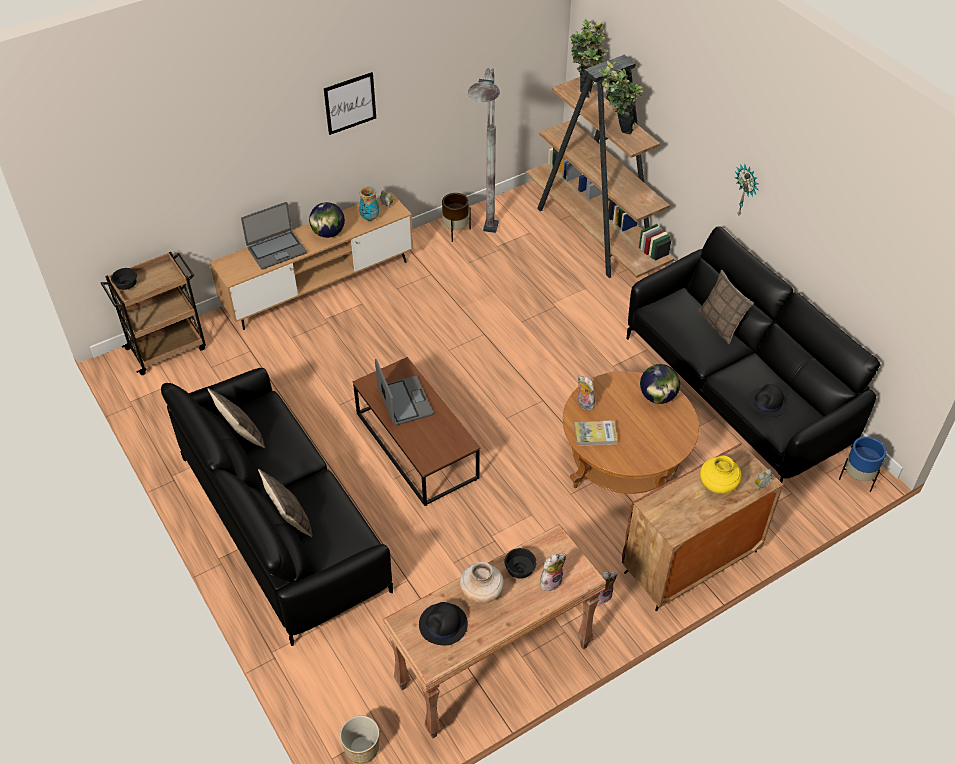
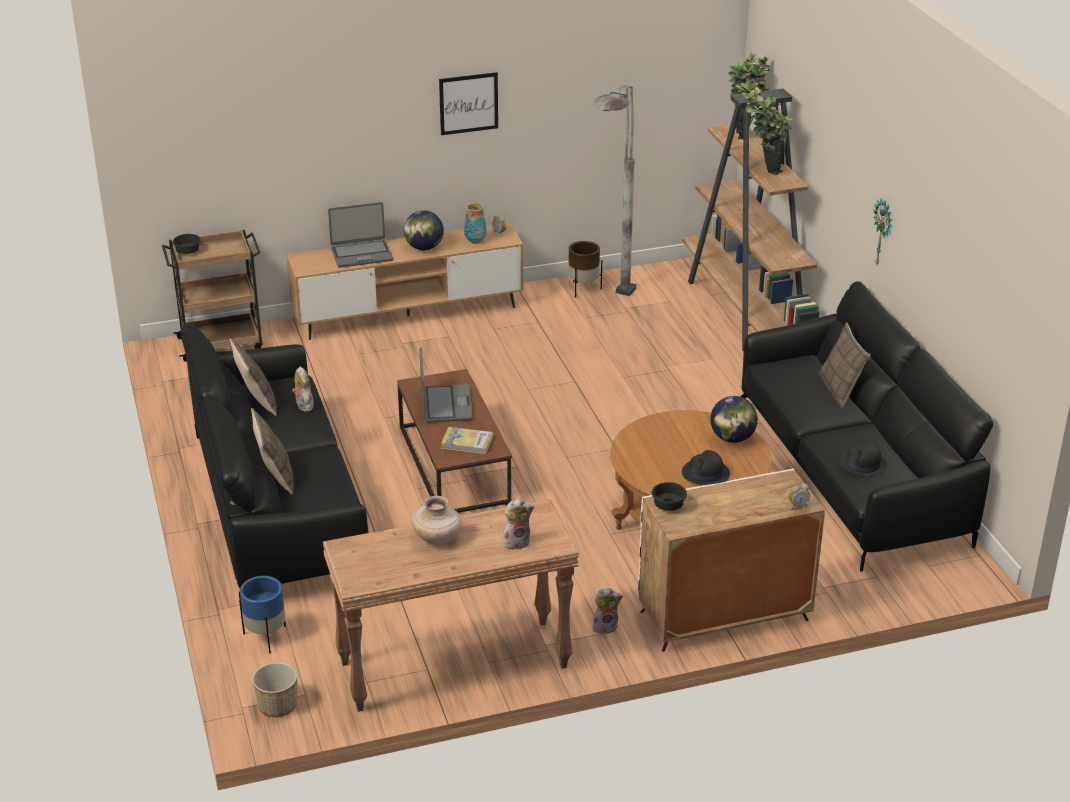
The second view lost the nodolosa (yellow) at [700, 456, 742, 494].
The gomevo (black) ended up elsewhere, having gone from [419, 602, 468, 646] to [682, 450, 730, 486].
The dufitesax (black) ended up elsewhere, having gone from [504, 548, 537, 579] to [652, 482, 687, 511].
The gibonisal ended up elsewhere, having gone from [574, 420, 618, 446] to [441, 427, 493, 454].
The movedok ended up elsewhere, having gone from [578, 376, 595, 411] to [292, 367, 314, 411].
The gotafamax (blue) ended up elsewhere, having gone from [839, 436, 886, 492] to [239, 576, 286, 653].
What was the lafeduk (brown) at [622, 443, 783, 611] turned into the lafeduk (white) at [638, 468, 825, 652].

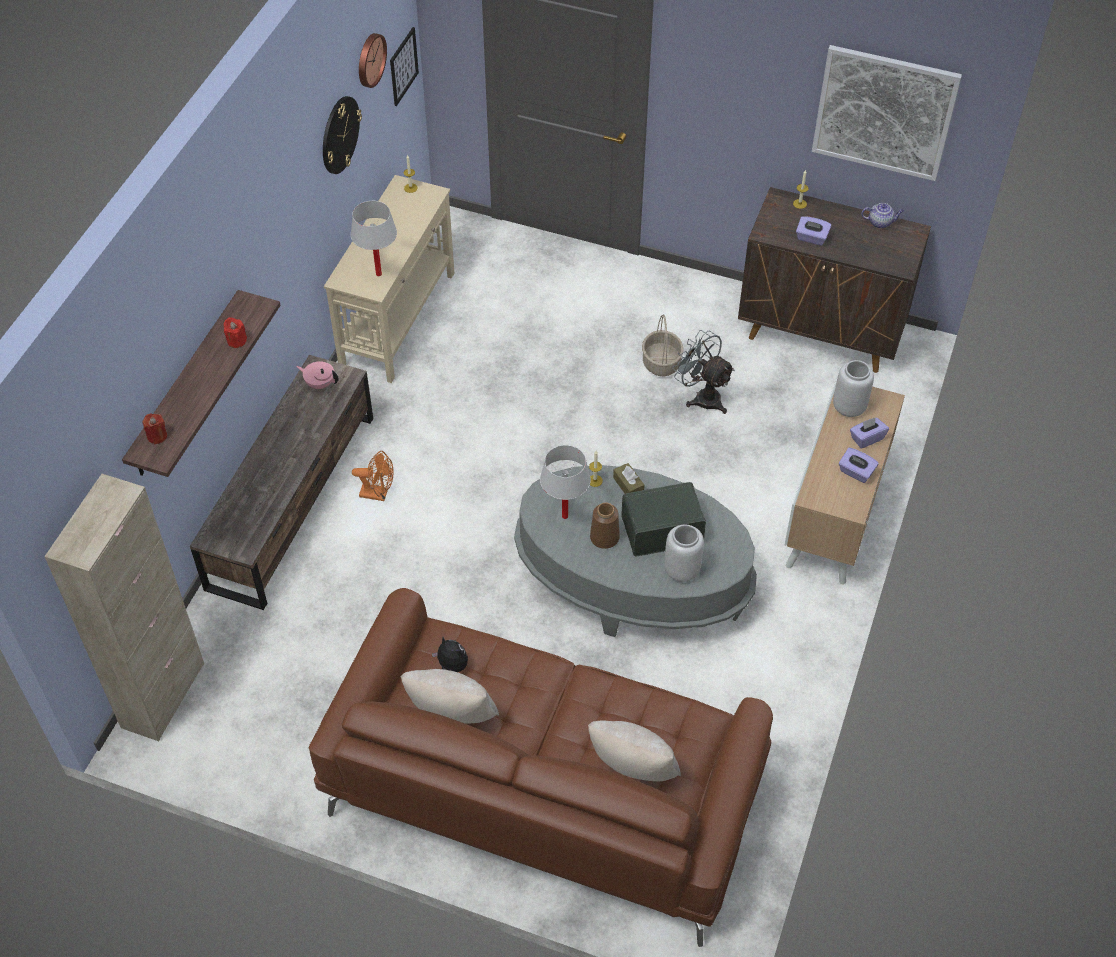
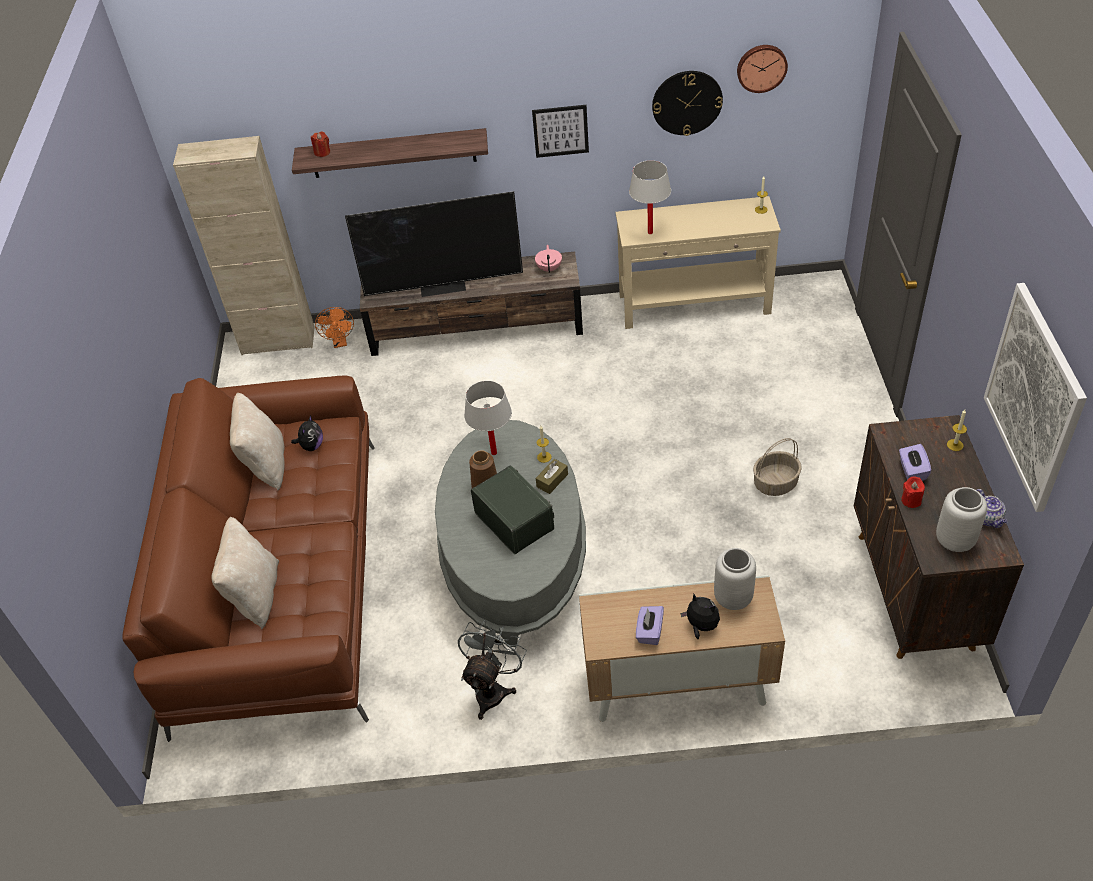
The second view gained the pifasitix at [345, 191, 523, 297].
The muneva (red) ended up elsewhere, having gone from [224, 317, 247, 348] to [901, 477, 925, 508].
The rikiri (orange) ended up elsewhere, having gone from [352, 451, 393, 501] to [315, 307, 354, 348].
The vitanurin ended up elsewhere, having gone from [390, 27, 419, 106] to [532, 105, 589, 158].
The nodolosa (grey) ended up elsewhere, having gone from [664, 525, 704, 582] to [936, 487, 987, 552].
The rikiri (grey) ended up elsewhere, having gone from [672, 330, 735, 414] to [458, 620, 527, 720].
Where the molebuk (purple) stood at [850, 417, 889, 449], the movedok came to stand at [681, 594, 720, 639].

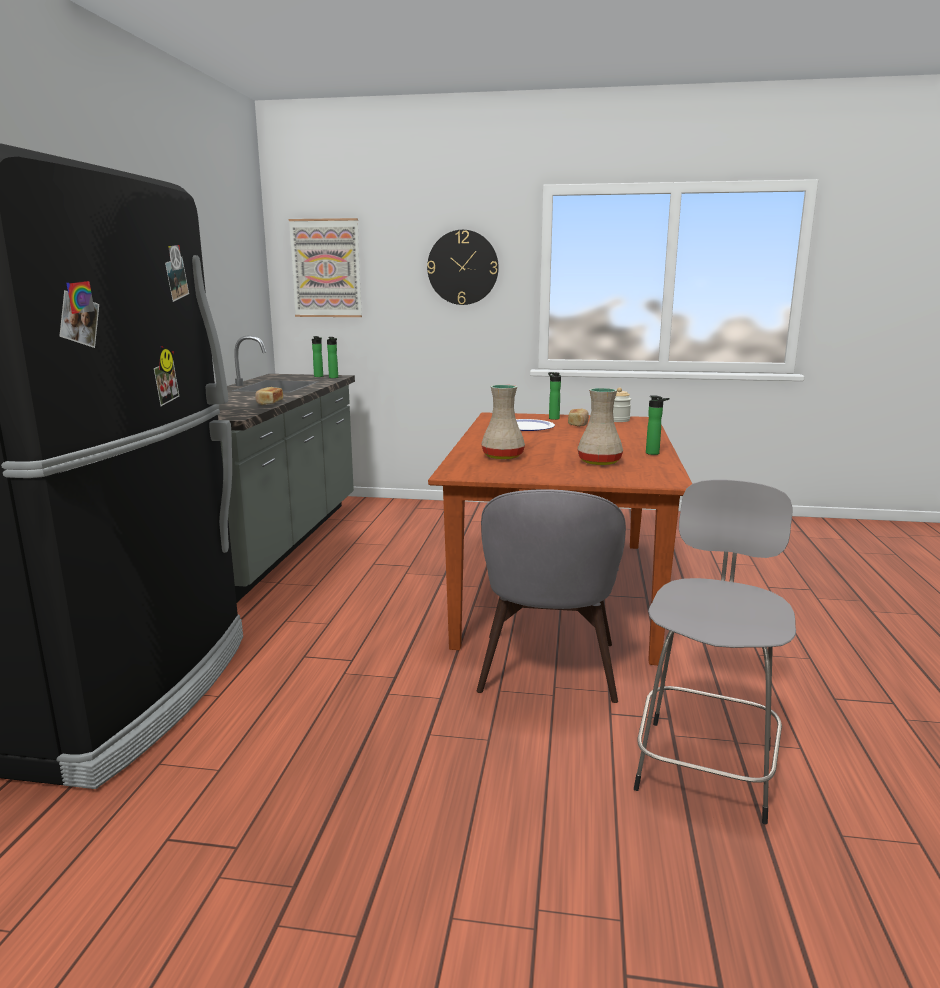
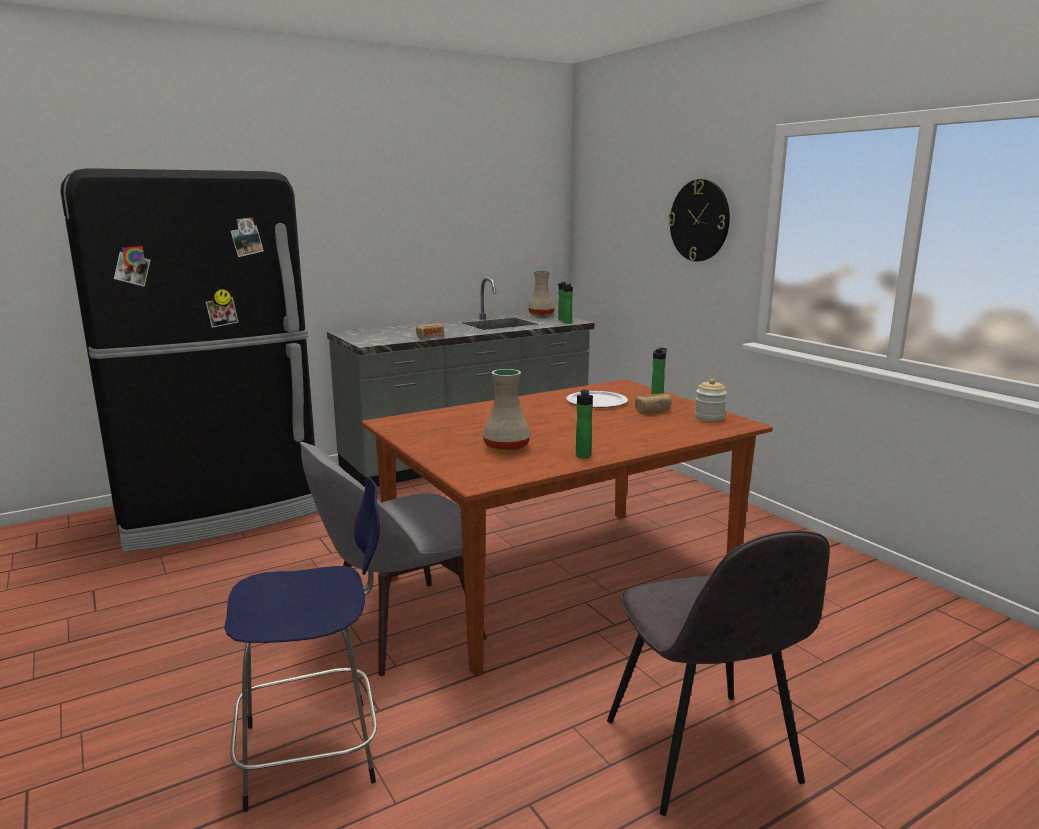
The second view lost the vitanurin at [289, 218, 362, 317].
The second view gained the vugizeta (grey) at [607, 531, 830, 816].
The nodolosa (beige) ended up elsewhere, having gone from [481, 385, 525, 459] to [528, 271, 555, 317].
What was the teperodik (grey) at [634, 480, 796, 824] turned into the teperodik (blue) at [225, 476, 380, 812].

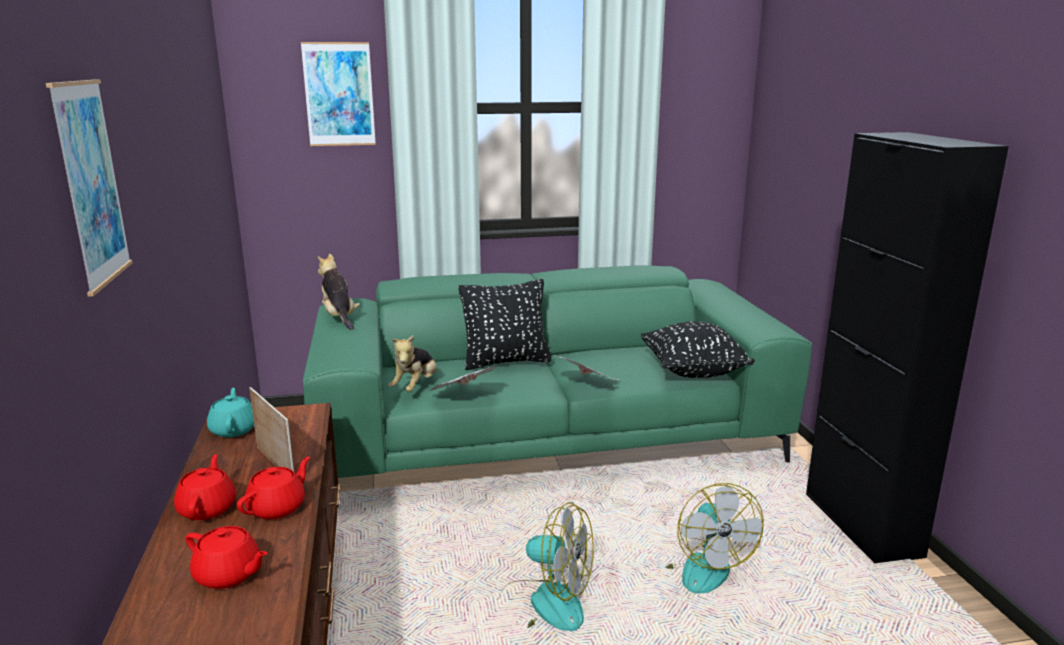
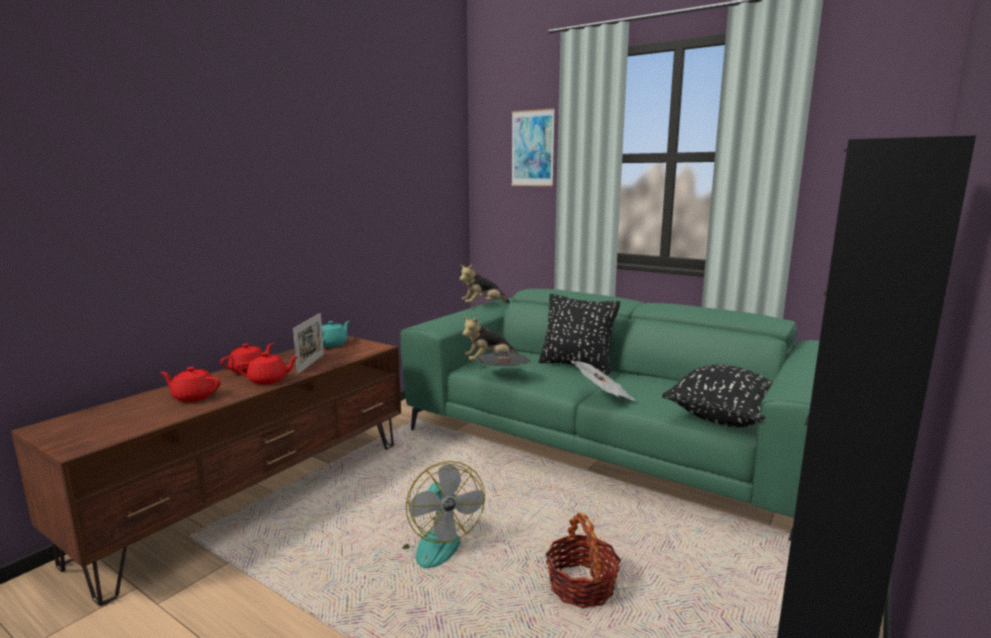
The second view lost the vitanurin at [46, 79, 133, 297].
Where the rikiri stood at [665, 483, 764, 593], the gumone came to stand at [545, 512, 621, 608].
The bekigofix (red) at [185, 526, 268, 589] ended up facing another way, 120 degrees clockwise from before.
The movedok at [318, 254, 360, 330] ended up facing another way, 135 degrees counterclockwise from before.

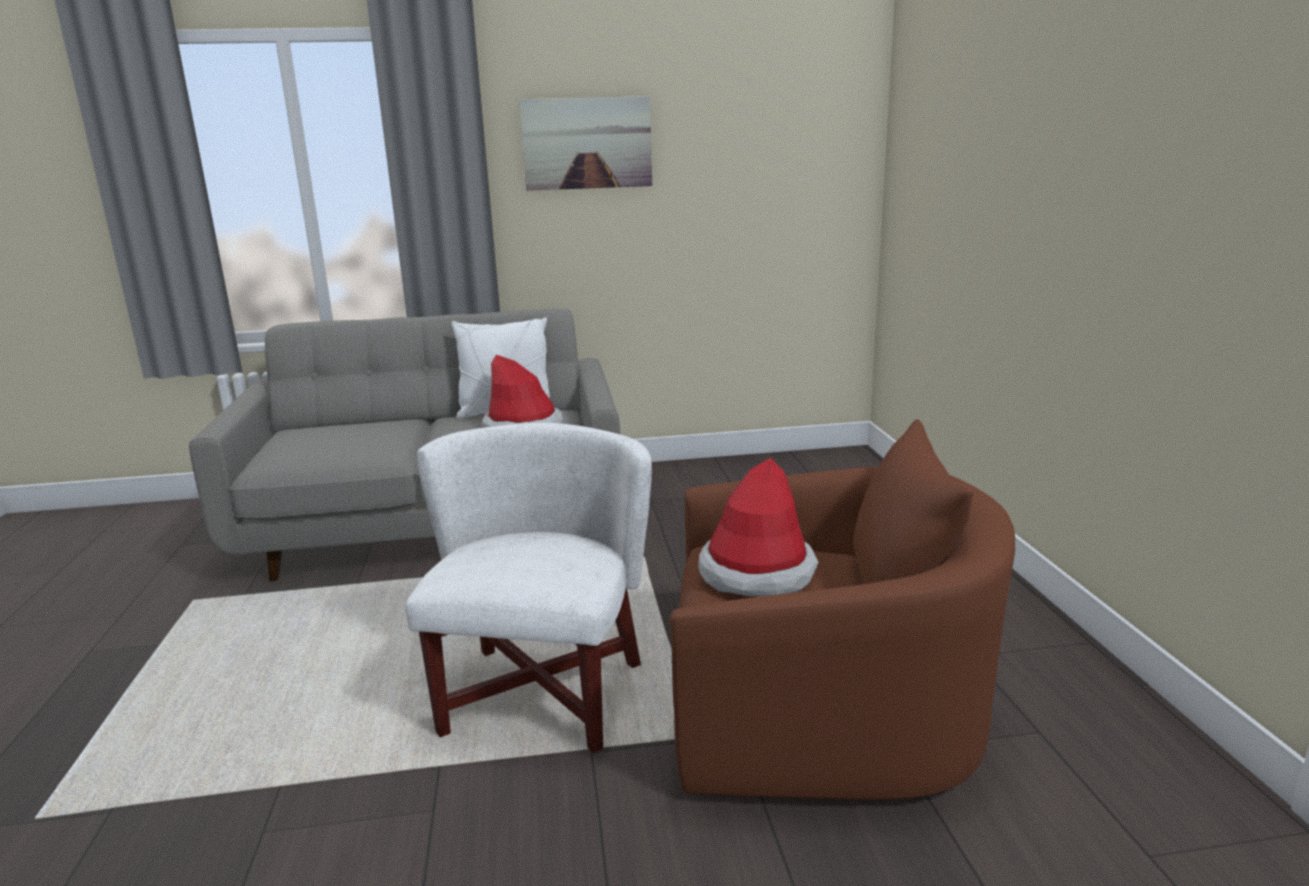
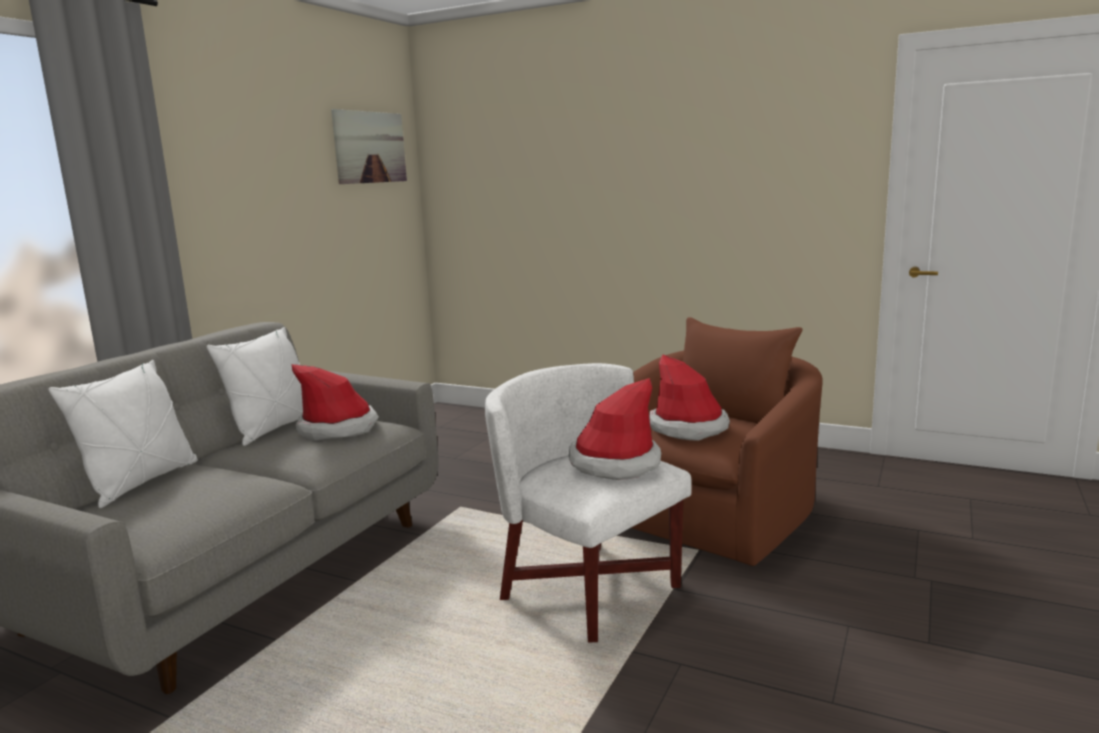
The second view gained the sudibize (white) at [48, 360, 198, 508].
The second view gained the gomevo at [569, 378, 661, 480].
The vitanurin ended up elsewhere, having gone from [519, 96, 652, 191] to [331, 109, 407, 184].

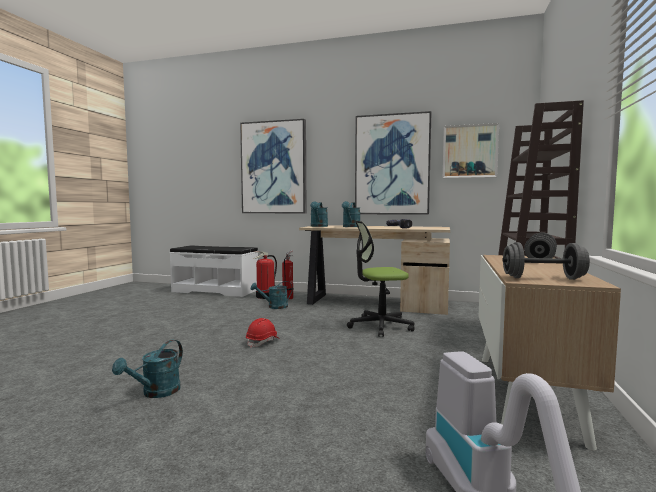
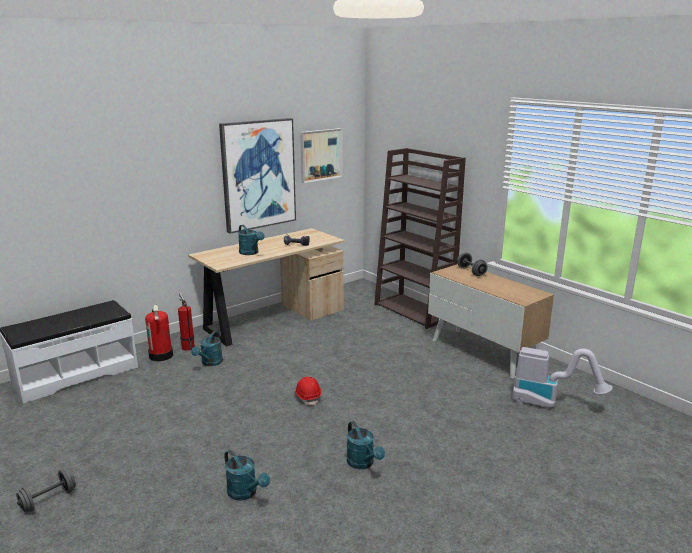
The second view lost the vitanurin at [240, 119, 306, 214].
The second view lost the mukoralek at [347, 221, 415, 337].
The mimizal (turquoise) ended up elsewhere, having gone from [310, 201, 328, 227] to [224, 450, 270, 500].
The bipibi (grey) ended up elsewhere, having gone from [502, 242, 590, 280] to [16, 469, 76, 512].

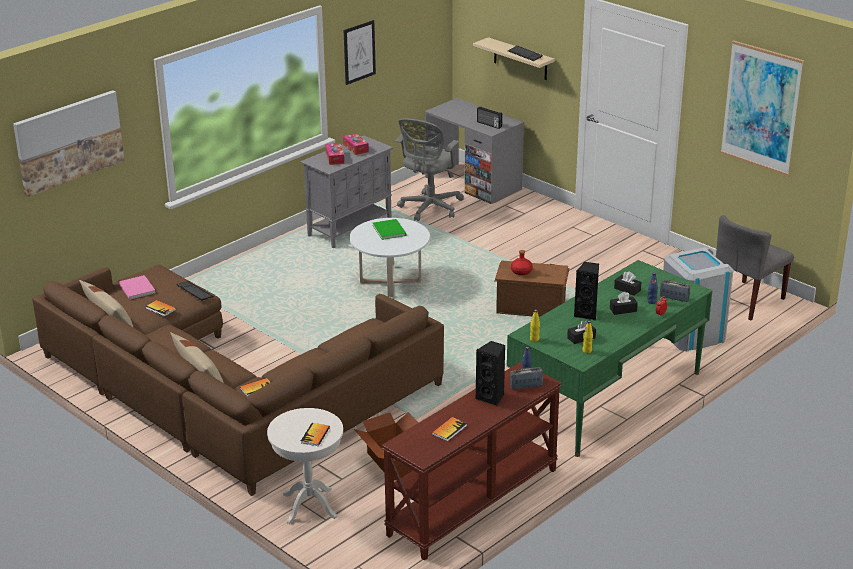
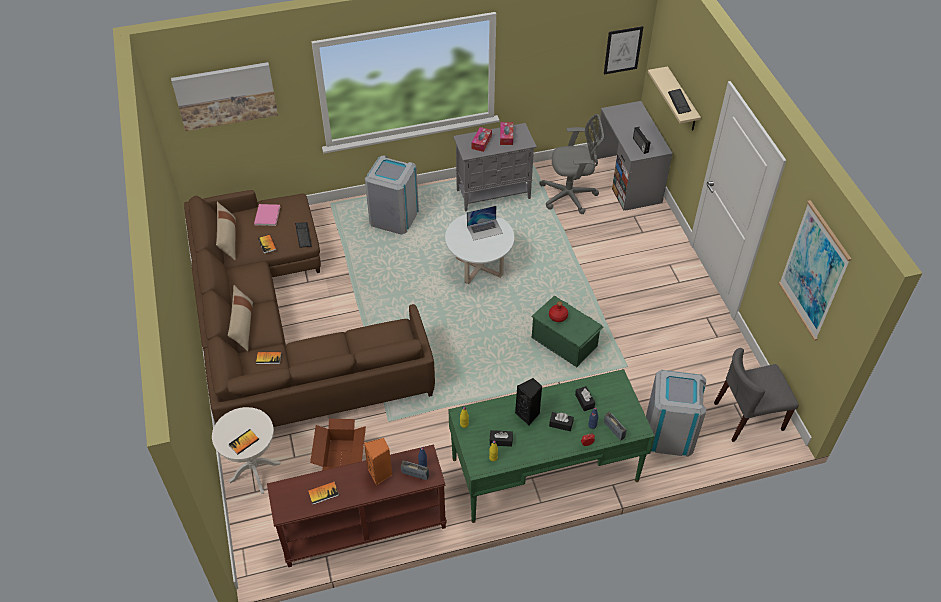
The second view gained the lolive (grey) at [365, 155, 419, 235].
The vitanurin ended up elsewhere, having gone from [344, 20, 376, 85] to [604, 26, 643, 75].
Where the gibonisal (green) stood at [372, 219, 407, 240], the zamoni came to stand at [467, 206, 503, 241].
What was the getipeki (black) at [476, 341, 505, 406] turned into the getipeki (orange) at [364, 438, 392, 485].
What was the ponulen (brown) at [495, 260, 569, 317] turned into the ponulen (green) at [531, 295, 604, 367].
The mukoralek (grey) at [396, 118, 464, 221] ended up facing another way, 150 degrees counterclockwise from before.

